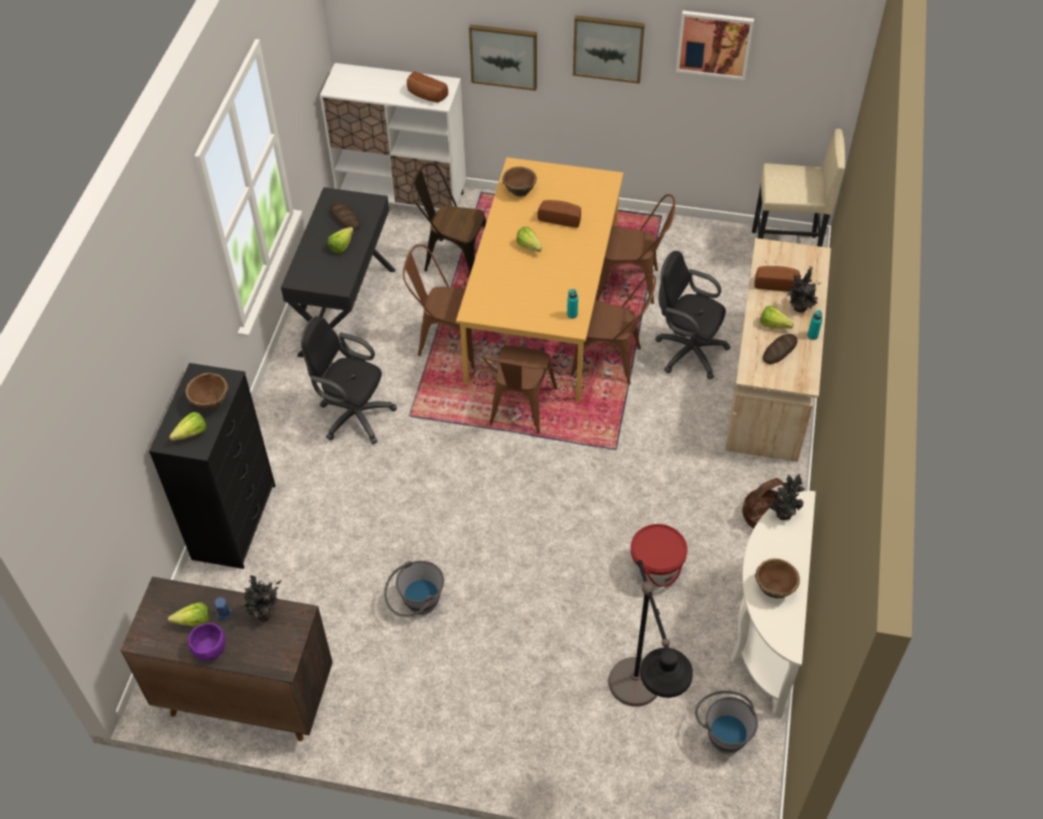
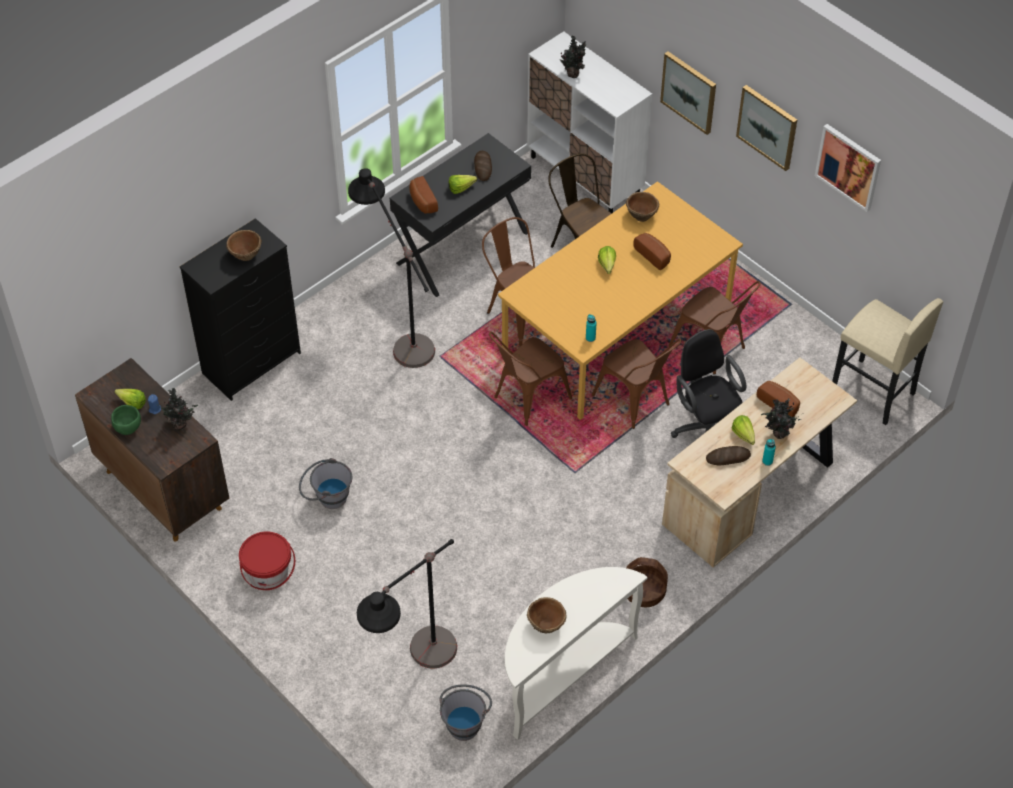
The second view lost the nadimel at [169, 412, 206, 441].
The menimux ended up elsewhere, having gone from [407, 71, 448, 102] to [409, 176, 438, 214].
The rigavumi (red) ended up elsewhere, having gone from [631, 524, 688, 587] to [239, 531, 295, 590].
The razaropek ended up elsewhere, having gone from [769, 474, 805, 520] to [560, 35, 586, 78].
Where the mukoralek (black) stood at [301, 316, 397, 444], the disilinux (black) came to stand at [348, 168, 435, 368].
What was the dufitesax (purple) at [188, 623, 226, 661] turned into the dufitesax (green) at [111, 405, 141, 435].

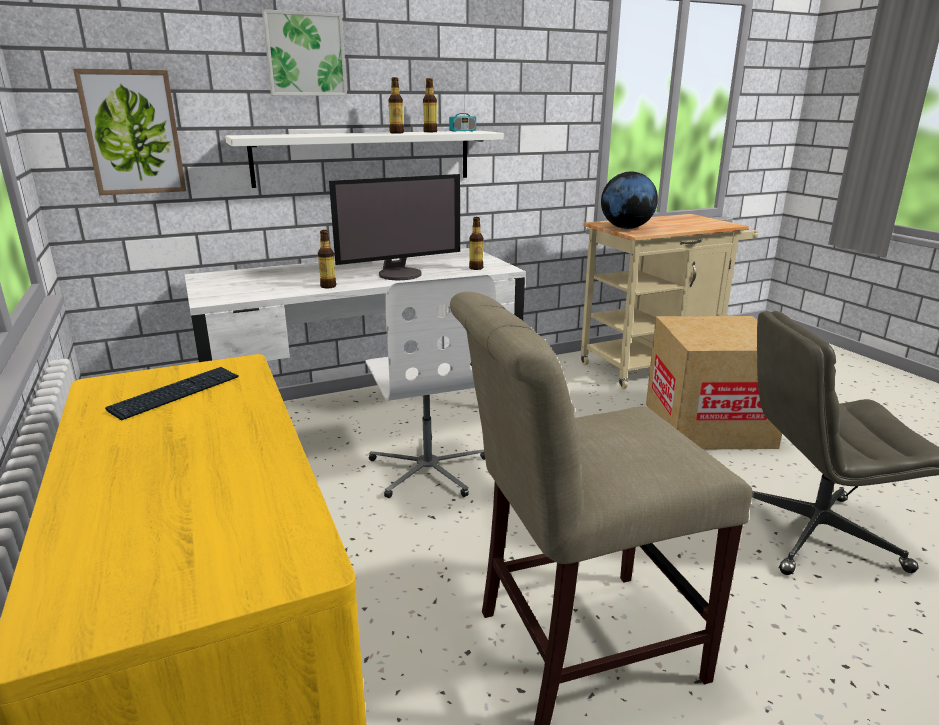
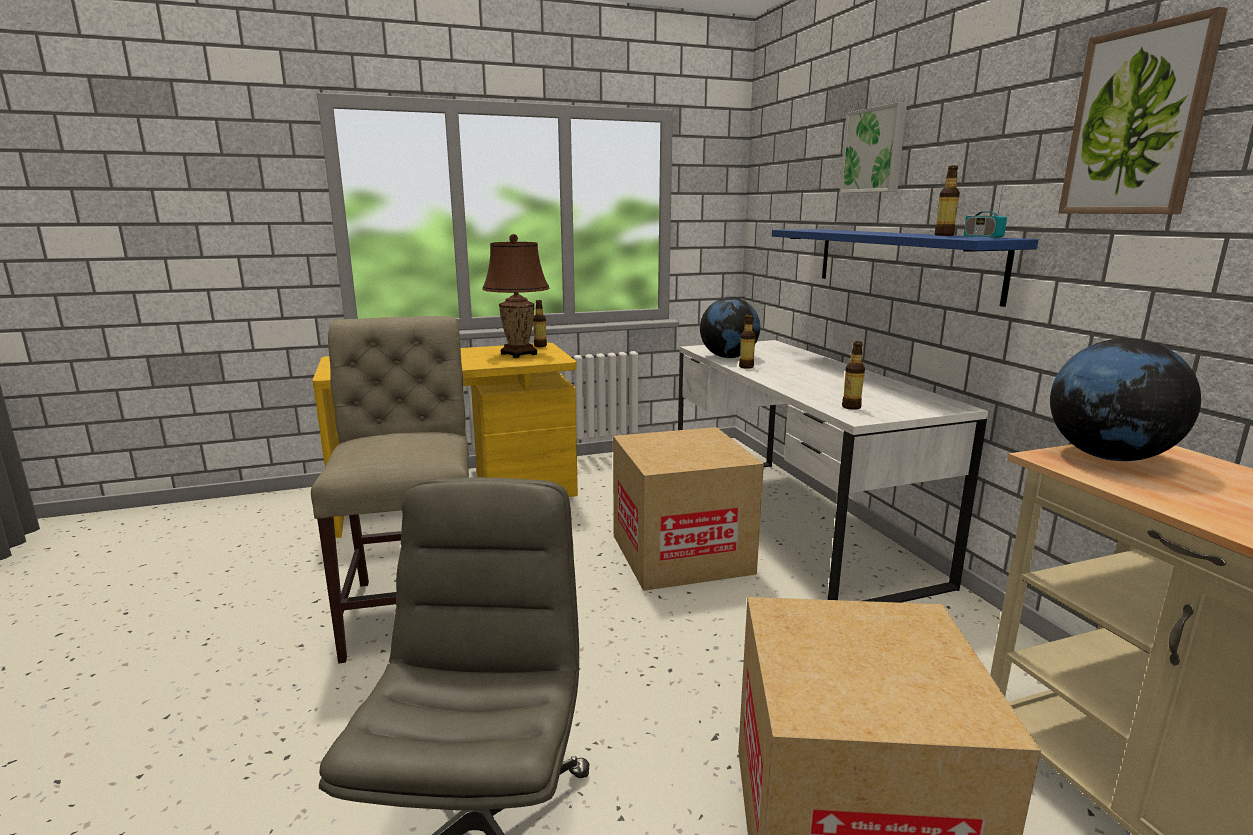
The second view lost the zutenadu at [329, 174, 460, 280].
The second view gained the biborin at [700, 297, 760, 358].
The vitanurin ended up elsewhere, having gone from [73, 69, 186, 195] to [1058, 7, 1228, 214].
The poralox ended up elsewhere, having gone from [388, 77, 404, 133] to [533, 300, 547, 347].
Where the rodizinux stood at [105, 367, 239, 421], the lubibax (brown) came to stand at [482, 234, 549, 358].
Where the mukoralek (white) stood at [365, 274, 496, 498], the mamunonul came to stand at [613, 427, 764, 591].
What was the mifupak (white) at [225, 131, 504, 188] turned into the mifupak (blue) at [772, 229, 1038, 307].

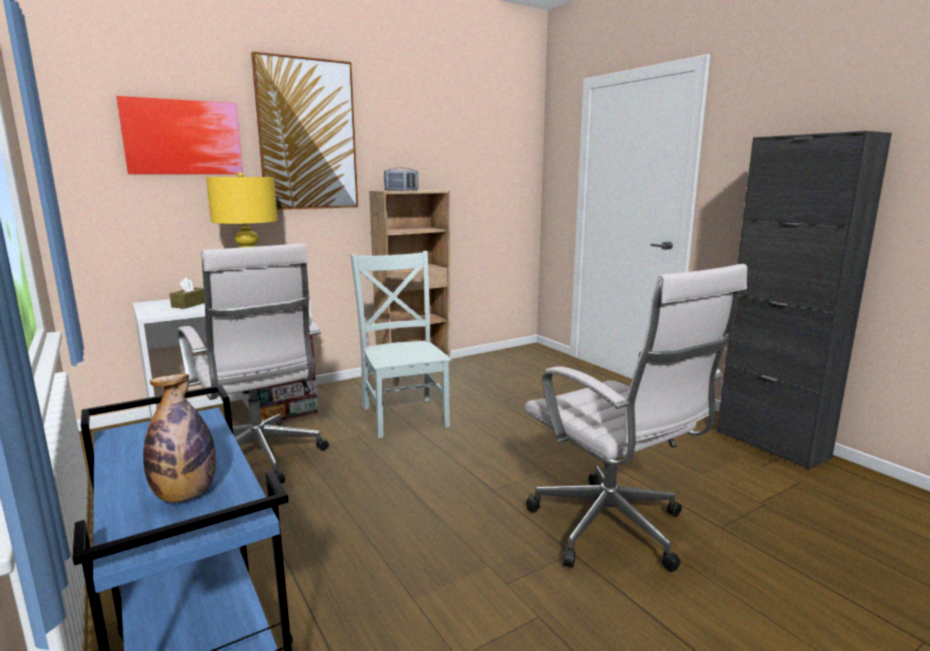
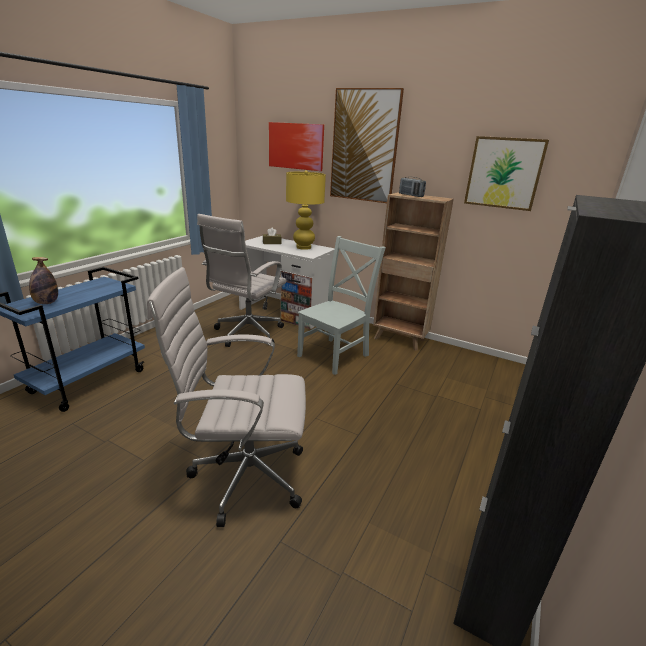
The second view gained the vitanurin at [464, 136, 549, 211].
The mukoralek (white) at [525, 264, 747, 572] ended up facing another way, 60 degrees clockwise from before.

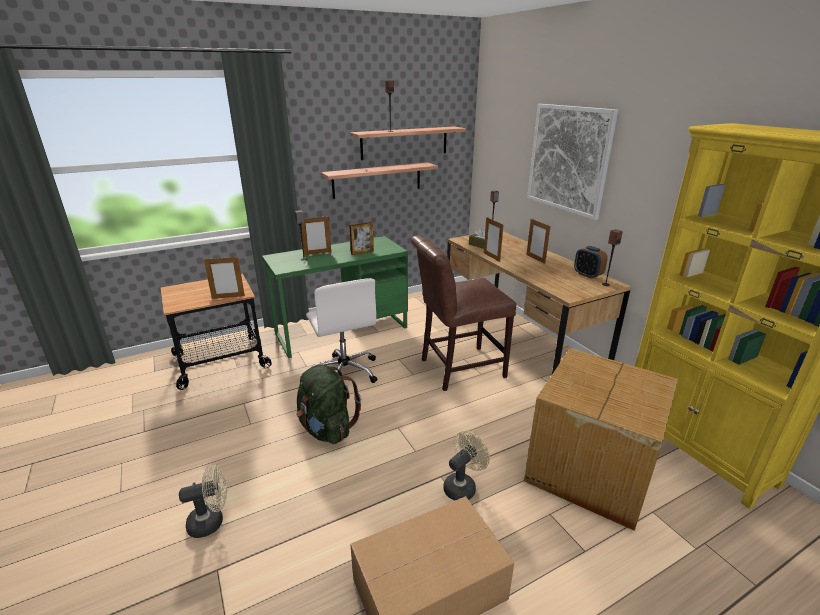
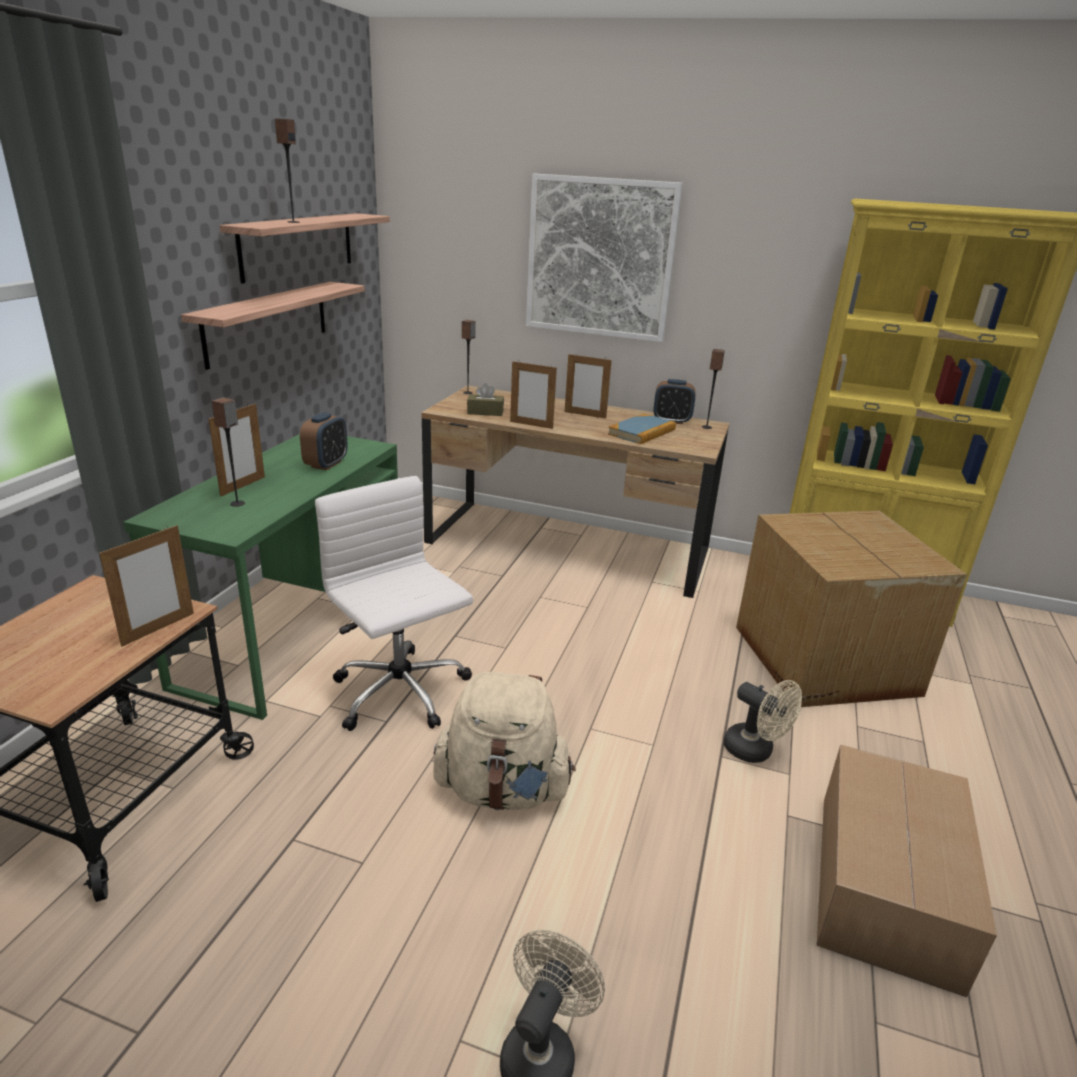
The second view lost the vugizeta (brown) at [411, 236, 516, 391].
The second view gained the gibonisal at [608, 414, 676, 444].
Where the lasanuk stood at [349, 222, 374, 255], the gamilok came to stand at [300, 412, 348, 470].
What was the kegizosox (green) at [296, 364, 361, 444] turned into the kegizosox (beige) at [433, 672, 576, 810].
The mukoralek (white) at [306, 278, 377, 383] ended up facing another way, 150 degrees counterclockwise from before.
The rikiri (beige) at [443, 431, 490, 501] ended up facing another way, 135 degrees clockwise from before.

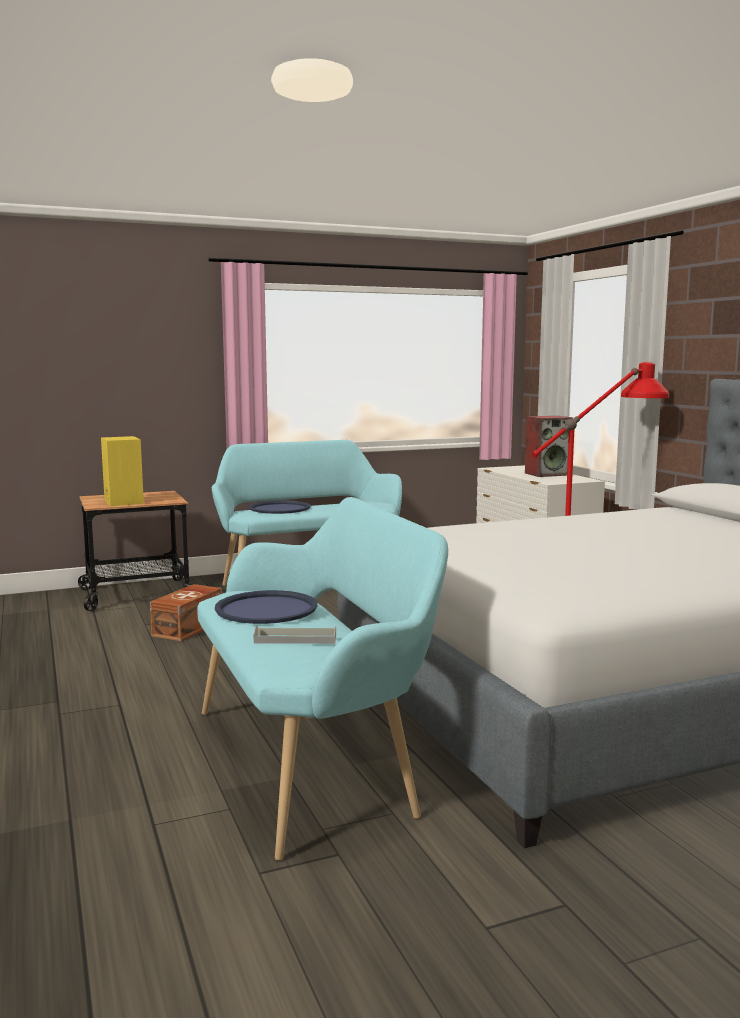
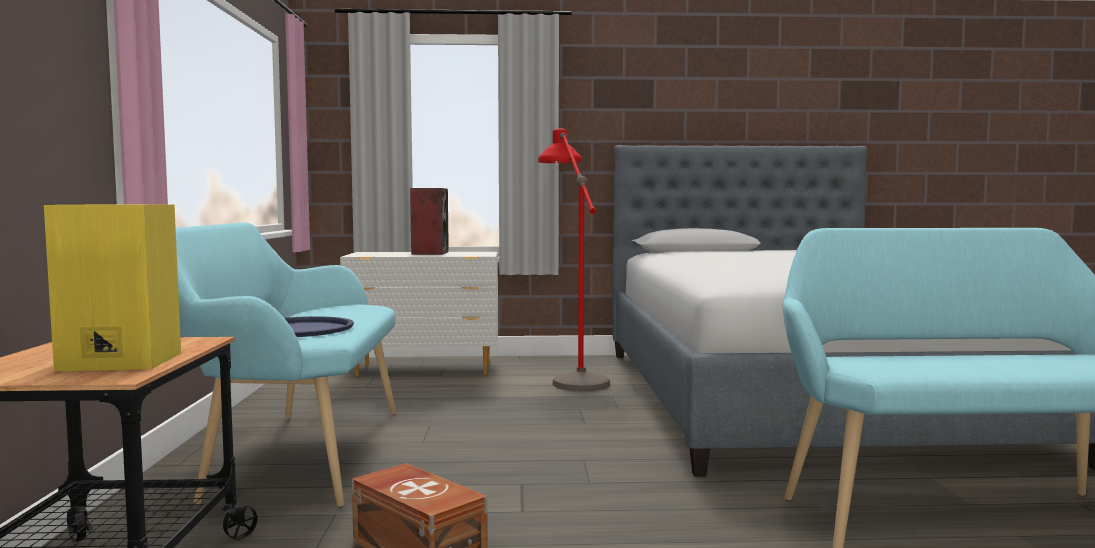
The second view lost the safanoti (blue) at [215, 590, 317, 624].
The second view lost the safanoti (grey) at [254, 625, 336, 644].

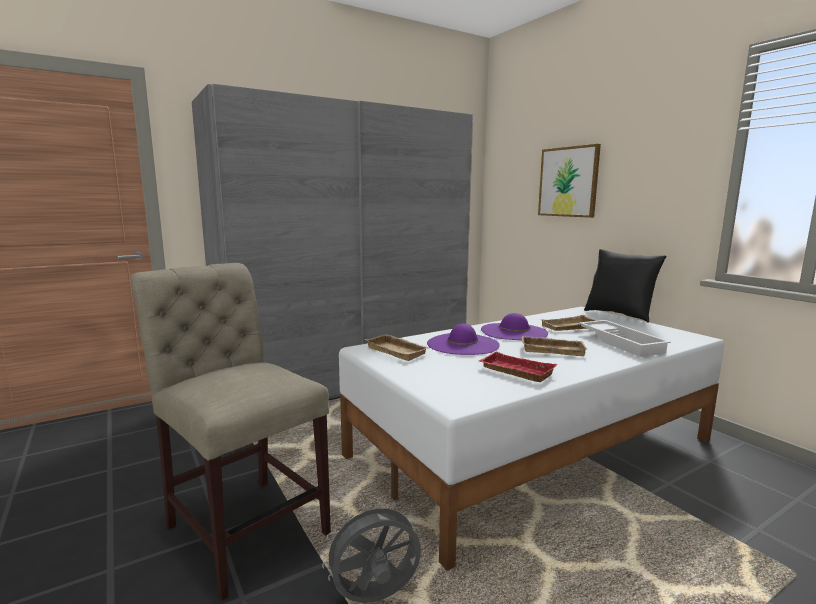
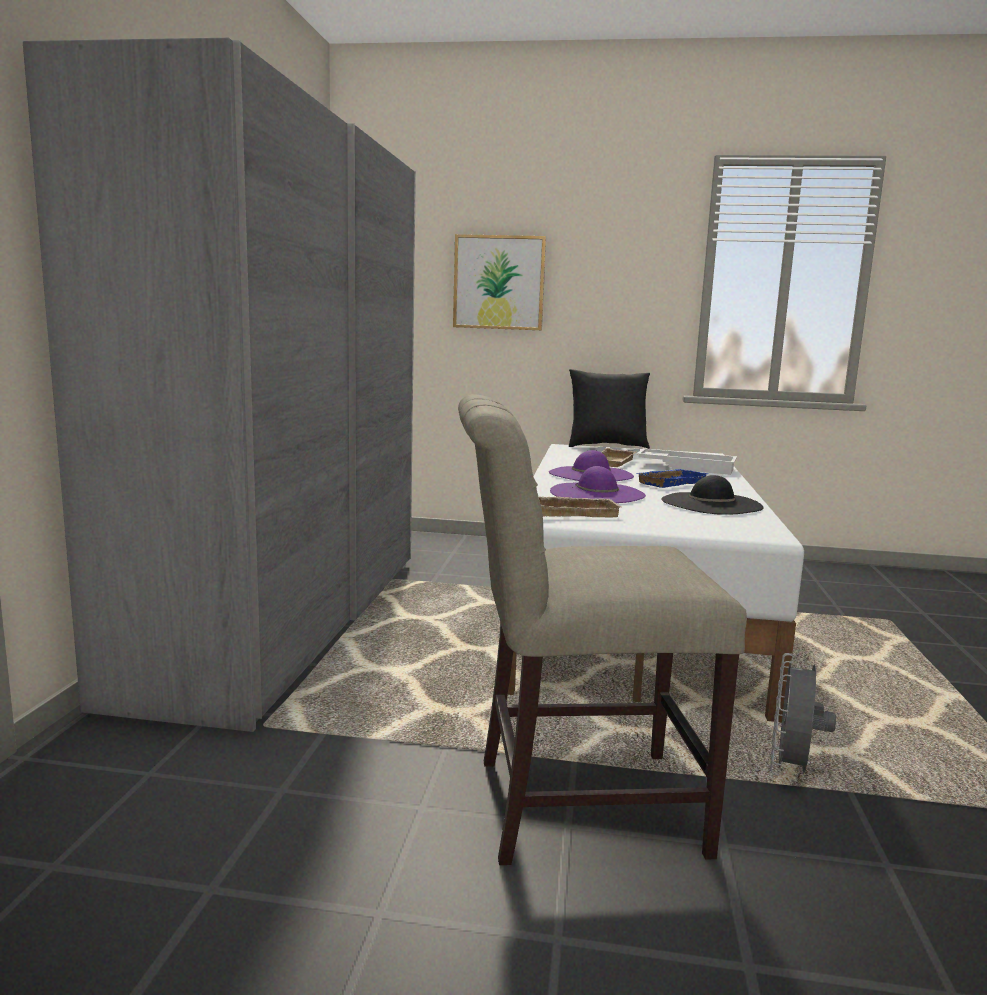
Where the safanoti (red) stood at [479, 352, 557, 382], the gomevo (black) came to stand at [661, 475, 763, 515].
What was the safanoti (beige) at [522, 336, 588, 356] turned into the safanoti (blue) at [636, 469, 708, 488].

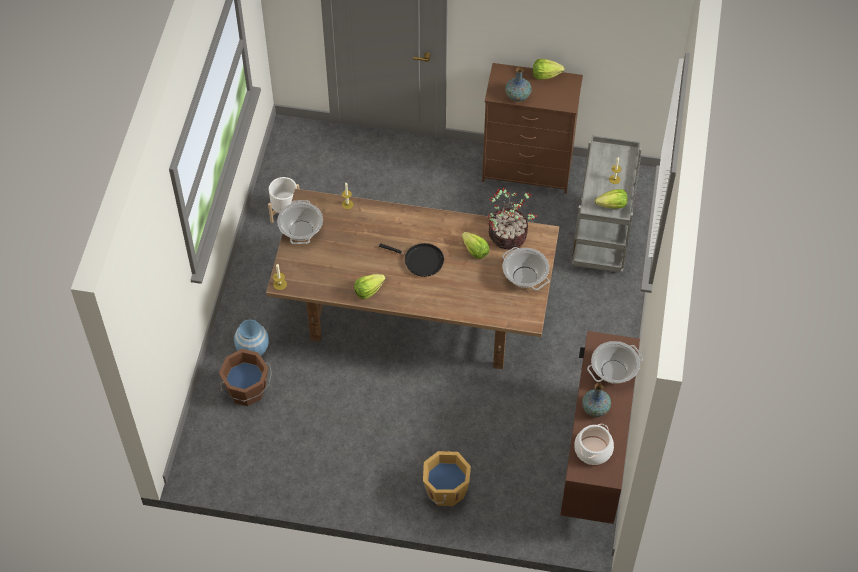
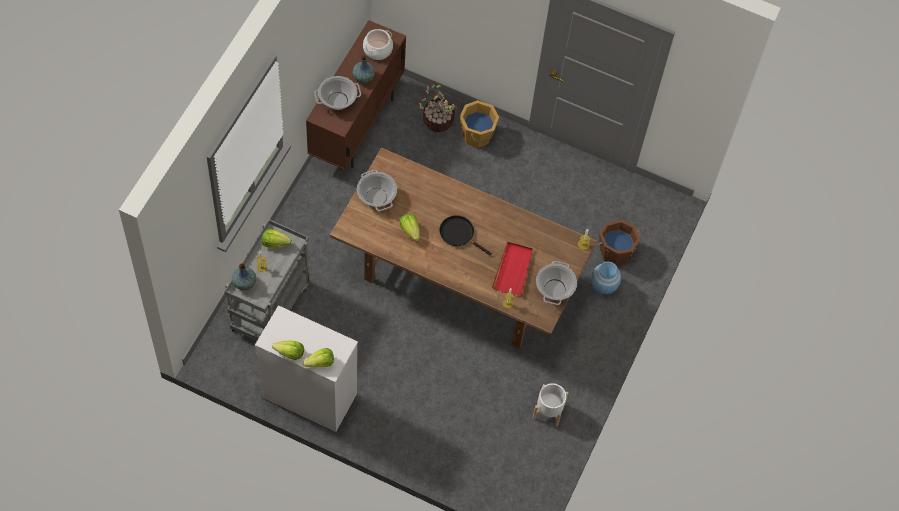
The second view gained the safanoti (red) at [492, 242, 533, 296].
The nadimel ended up elsewhere, having gone from [354, 274, 386, 299] to [303, 348, 334, 368].
The razaropek ended up elsewhere, having gone from [488, 187, 537, 250] to [417, 83, 456, 132].
The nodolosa ended up elsewhere, having gone from [505, 67, 531, 102] to [232, 263, 256, 290].
What was the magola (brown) at [482, 63, 583, 194] turned into the magola (white) at [255, 305, 358, 432].

